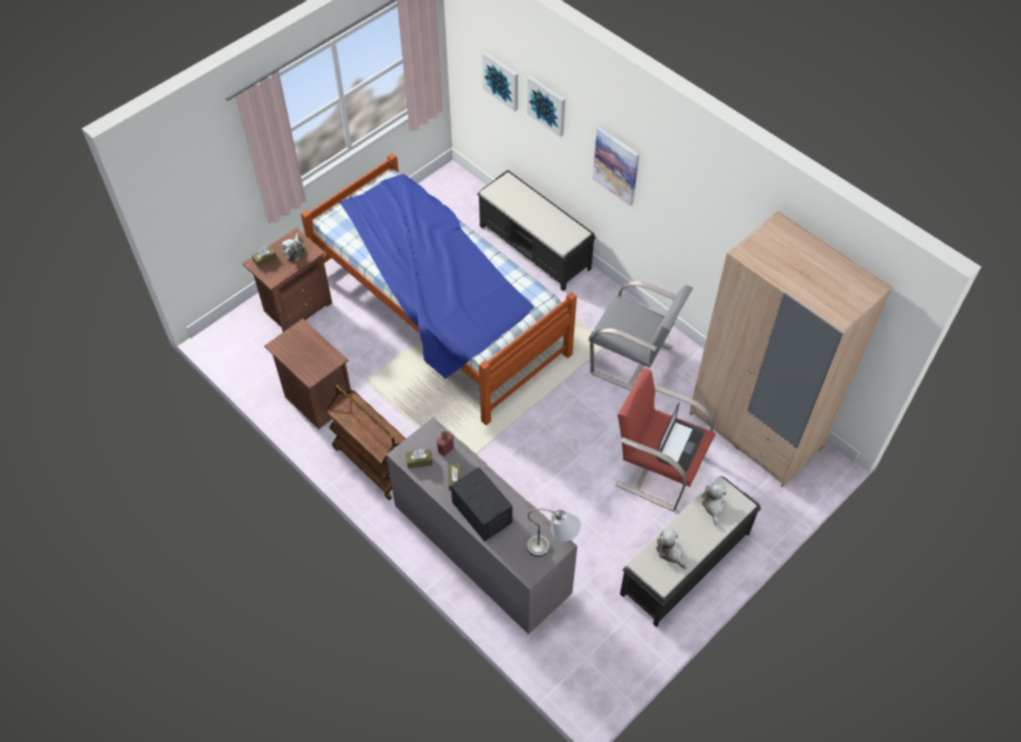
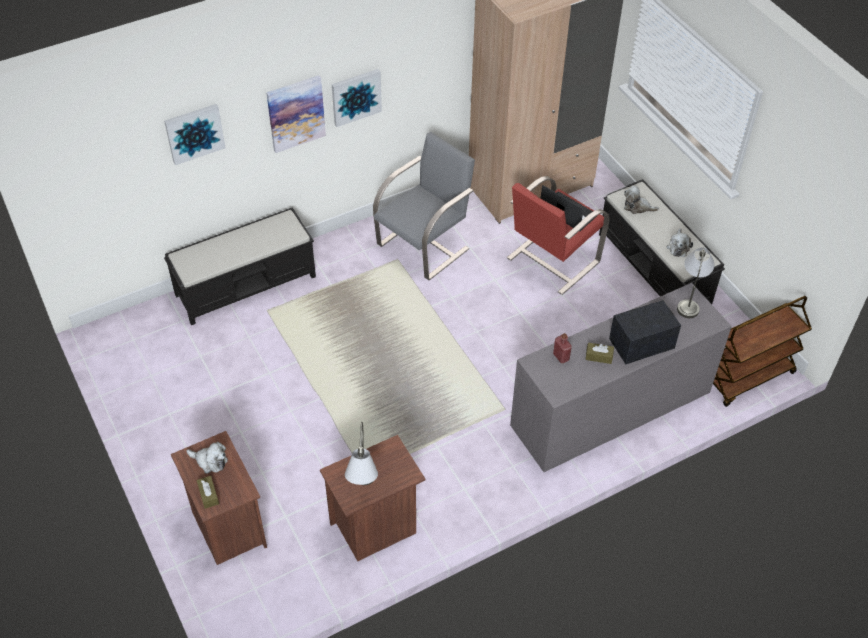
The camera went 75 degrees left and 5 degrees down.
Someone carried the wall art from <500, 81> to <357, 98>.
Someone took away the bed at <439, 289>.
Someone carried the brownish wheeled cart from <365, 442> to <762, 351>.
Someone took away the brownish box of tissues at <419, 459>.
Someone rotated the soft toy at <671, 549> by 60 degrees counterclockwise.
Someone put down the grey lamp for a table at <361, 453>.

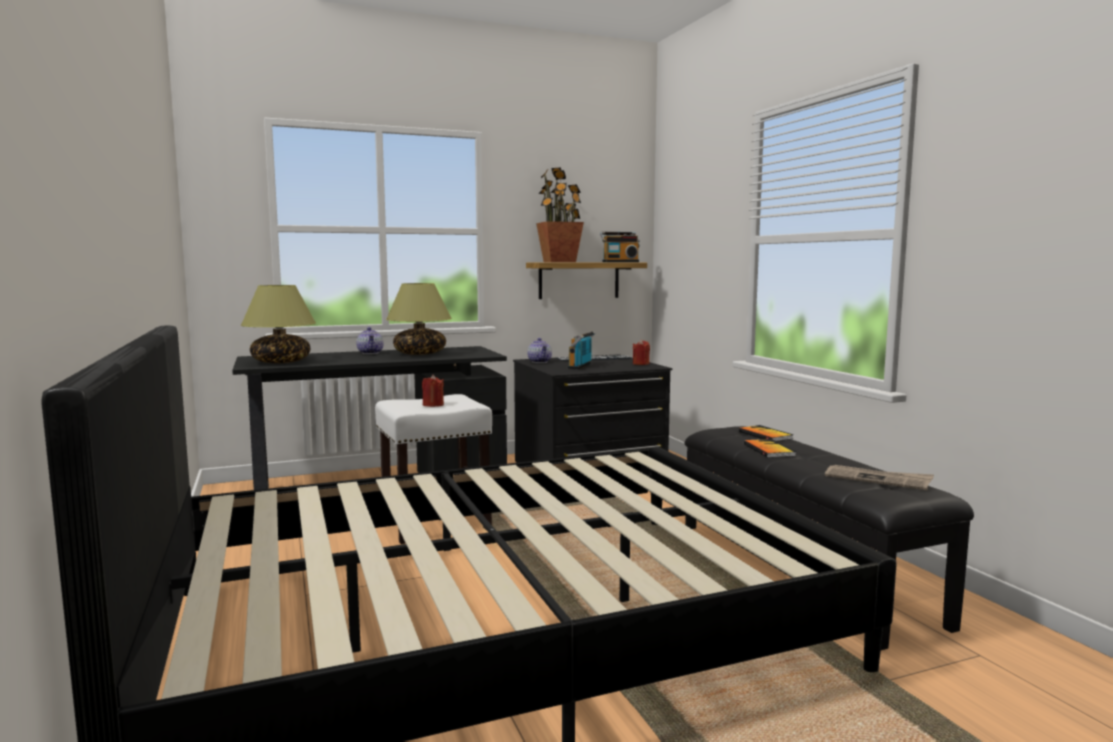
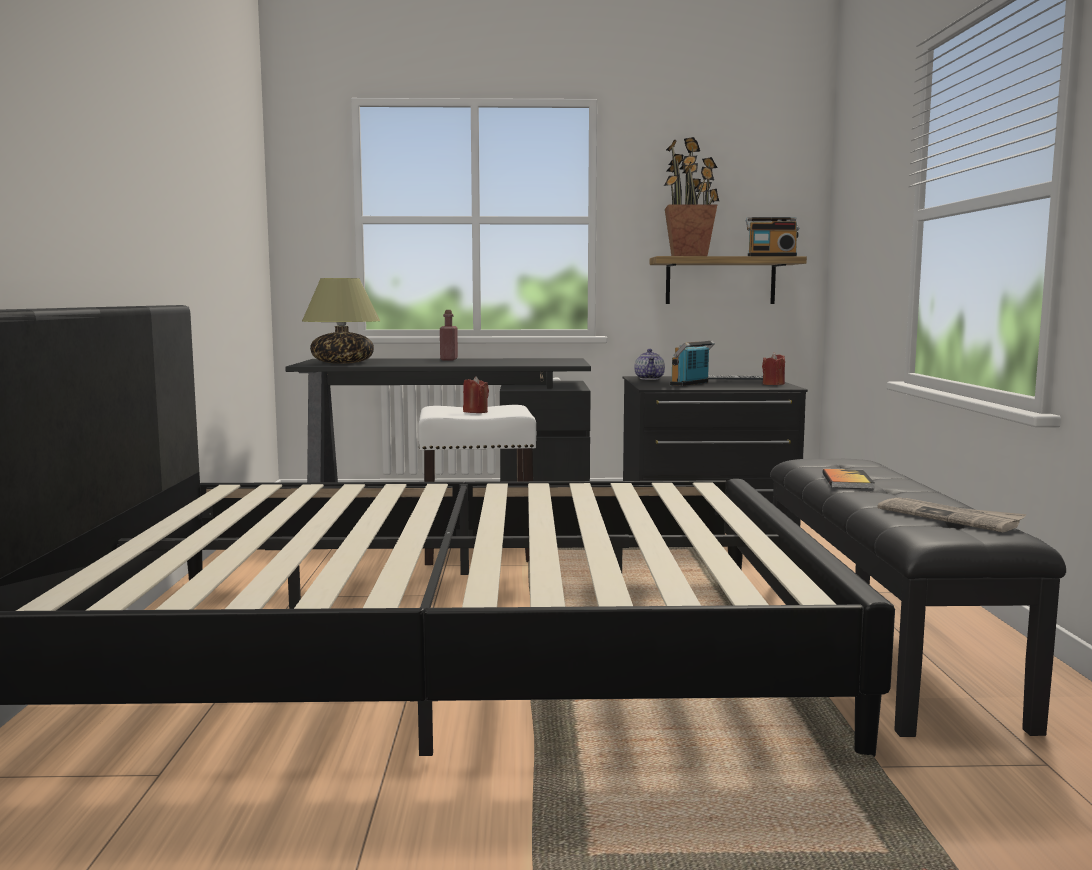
The camera went 20 degrees right and 0 degrees up.
Someone took away the lamp for a table at <419, 319>.
Someone swapped the tea pot at <369, 340> for the red-coloured beverage bottle at <449, 335>.
Someone took away the book at <766, 433>.

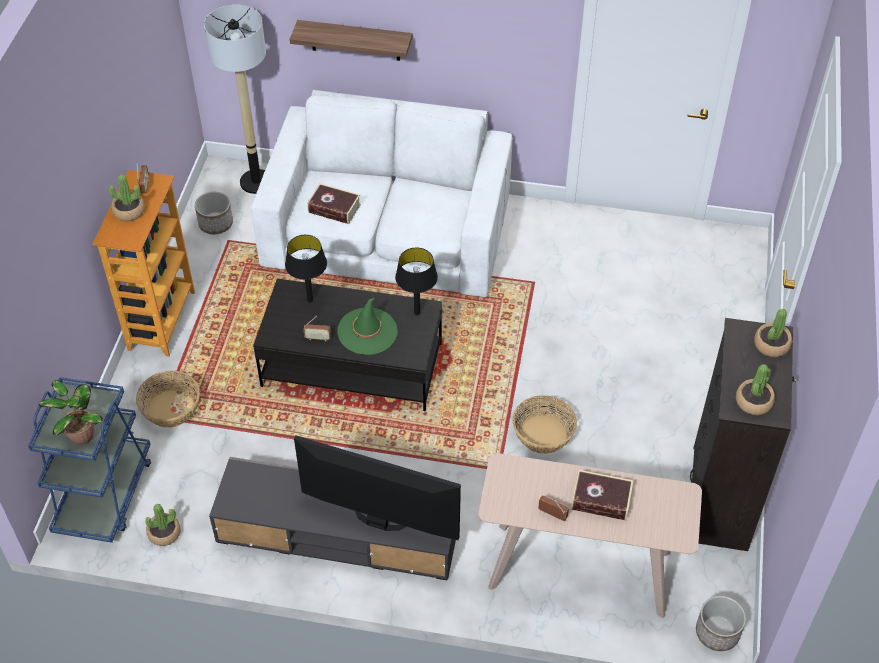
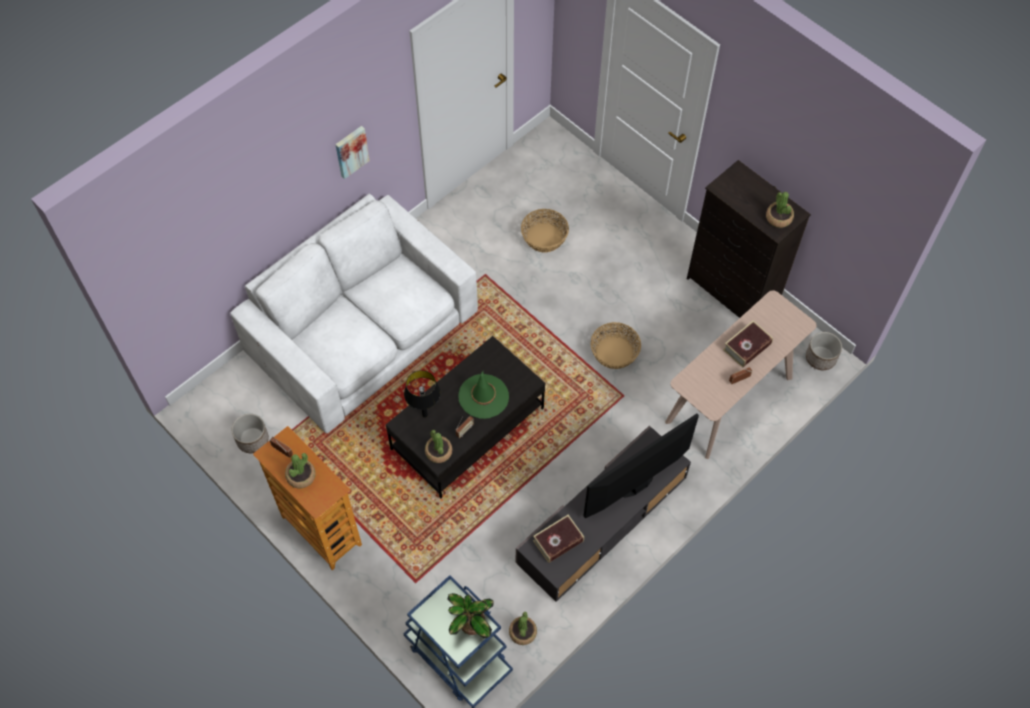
The camera went 55 degrees left and 10 degrees up.
Someone took away the standard lamp at <235, 99>.
Someone took away the shelf at <351, 40>.
Someone carried the book from <334, 203> to <558, 539>.
Someone took away the blackish lamp for a table at <416, 282>.
Someone carried the houseplant from <773, 333> to <438, 446>.
Someone carried the storage basket from <168, 399> to <545, 231>.
Someone put up the wall art at <352, 152>.

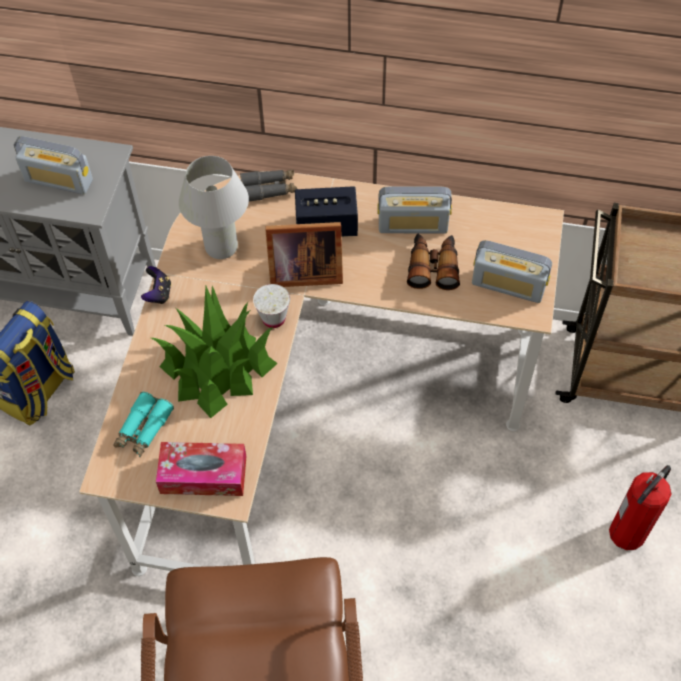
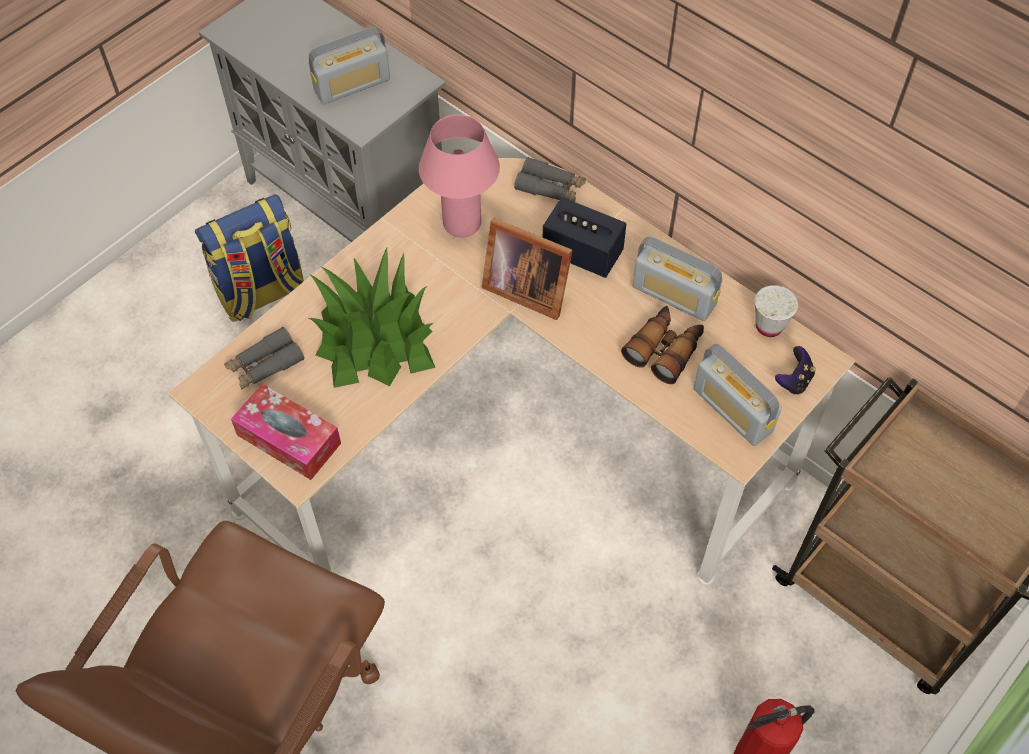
The camera went 30 degrees right and 0 degrees up.
Someone rotated the radio at <53, 165> by 75 degrees counterclockwise.
Someone repainted the white lamp for a table at <214, 207>, which became the pink-coloured lamp for a table at <459, 176>.
Someone carried the gamepad from <156, 285> to <795, 370>.
Someone carried the white small cup from <271, 306> to <776, 311>.
Someone repainted the turquoise-coloured pair of binoculars at <143, 424>, which became the grey pair of binoculars at <264, 358>.

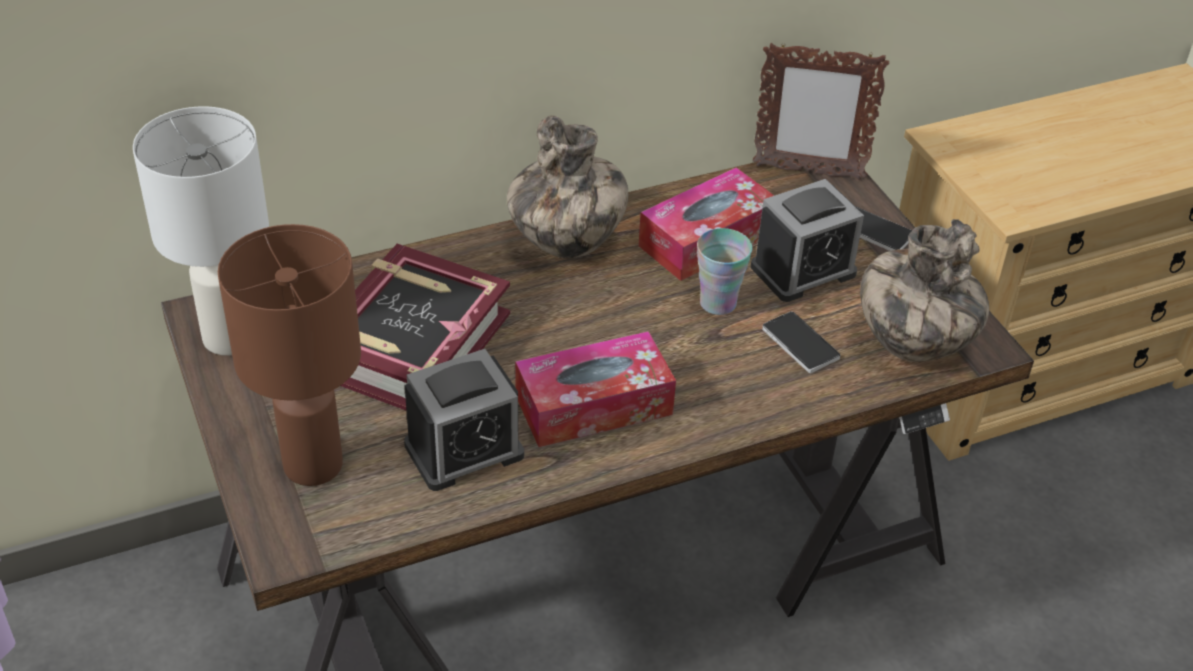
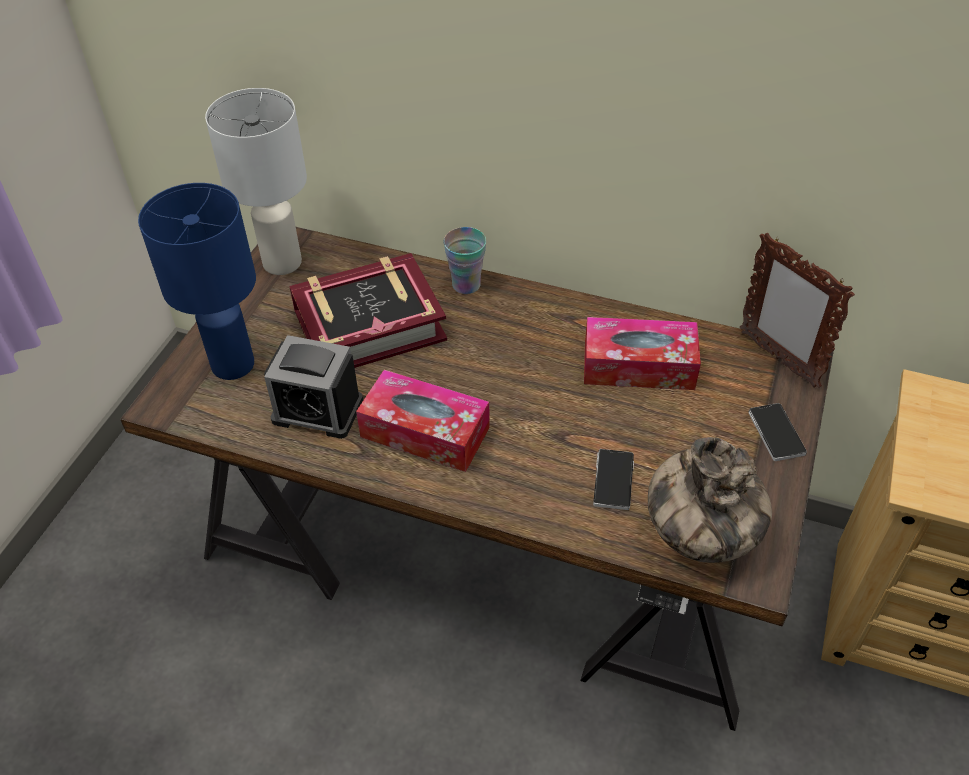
The camera went 45 degrees right and 5 degrees up.
Someone took away the vase at <567, 187>.
Someone took away the table clock at <807, 240>.
Someone repainted the brownish lamp for a table at <289, 355>, which became the blue lamp for a table at <197, 281>.
Someone carried the small cup from <724, 271> to <465, 260>.

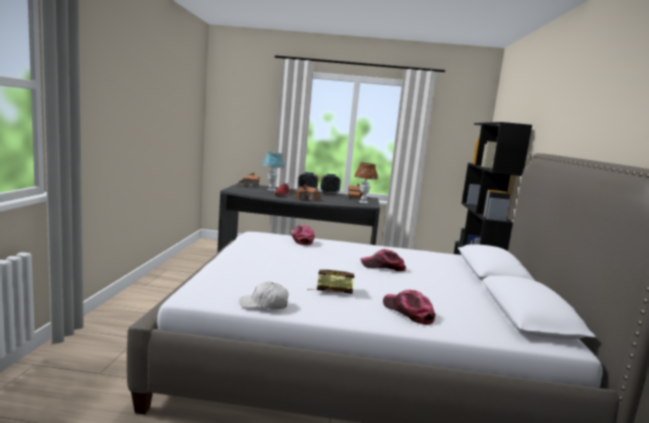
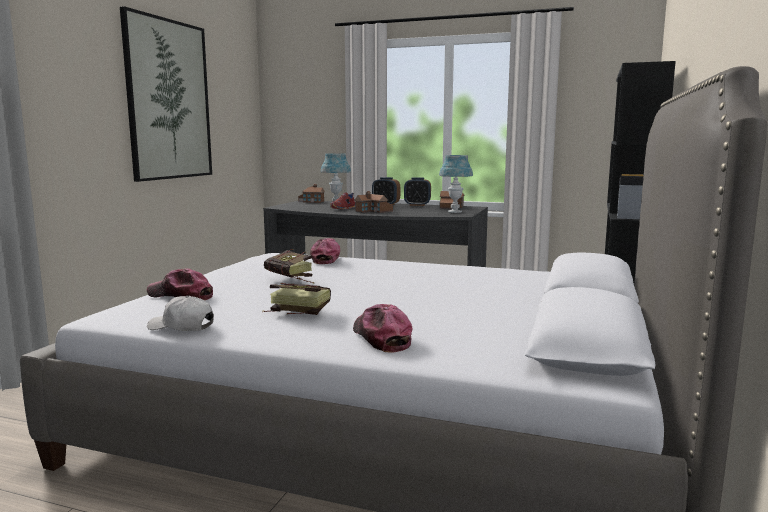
The camera went 15 degrees right and 0 degrees up.
Someone repainted the brownish lamp for a table at <366, 183>, which became the blue lamp for a table at <456, 184>.
Someone carried the cap from <383, 260> to <180, 284>.
Someone put up the wall art at <166, 94>.
Someone put down the book at <289, 266>.

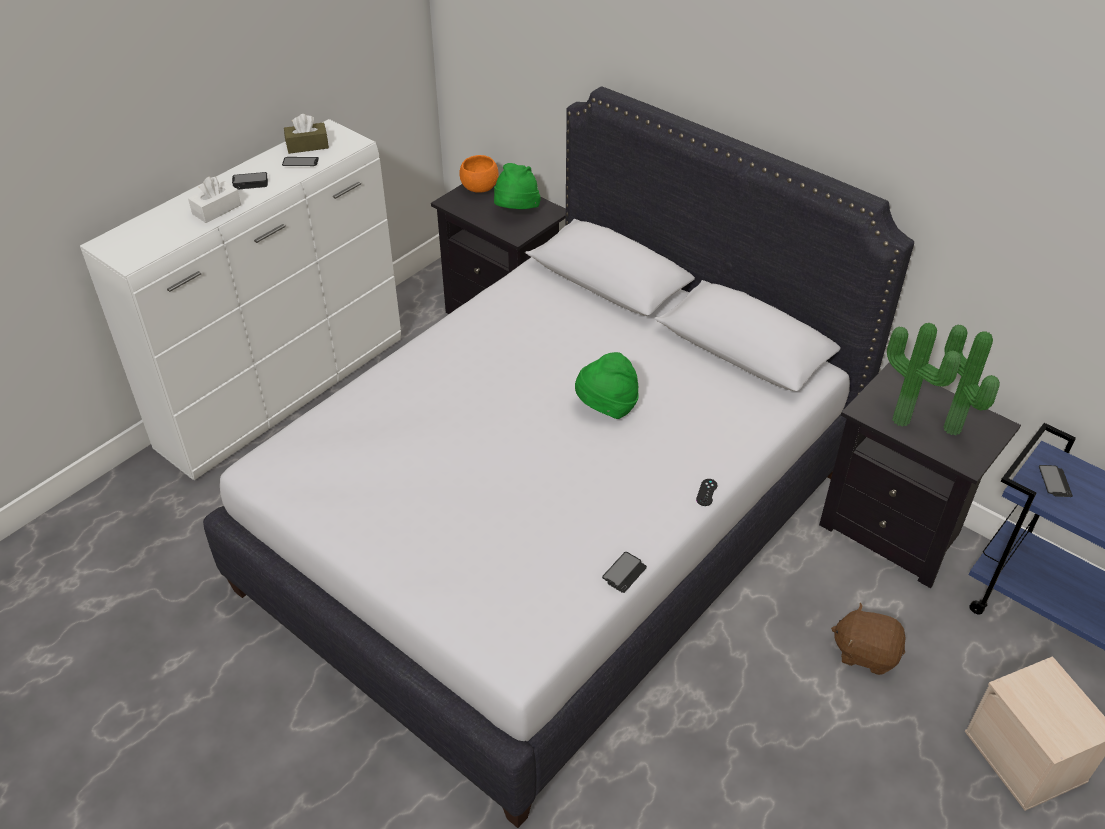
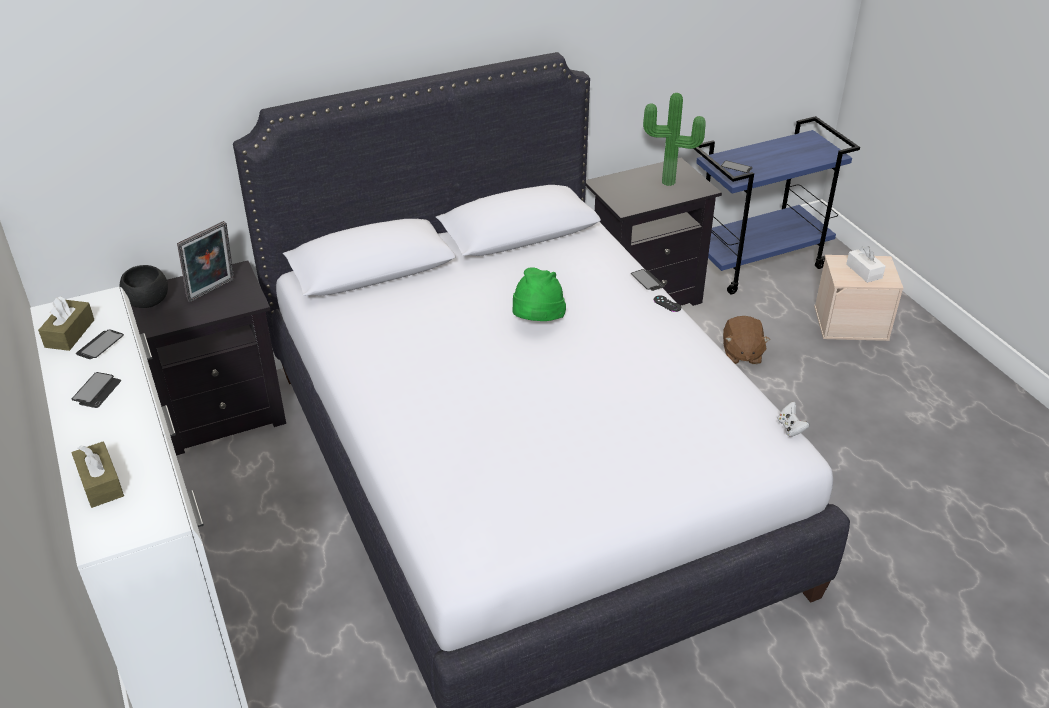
The camera went 65 degrees left and 5 degrees down.
Someone repainted the orange-coloured bowl at <478, 174>, which became the blackish bowl at <144, 286>.
Someone swapped the green wearable hat at <517, 186> for the picture frame at <205, 261>.
Someone carried the white box of tissues from <214, 200> to <866, 264>.
Someone took away the houseplant at <924, 375>.
Someone carried the telephone from <624, 572> to <648, 280>.
Someone rotated the brownish soft toy at <868, 638> by 45 degrees counterclockwise.
Someone put down the white gamepad at <794, 419>.
Someone put down the brownish box of tissues at <97, 474>.

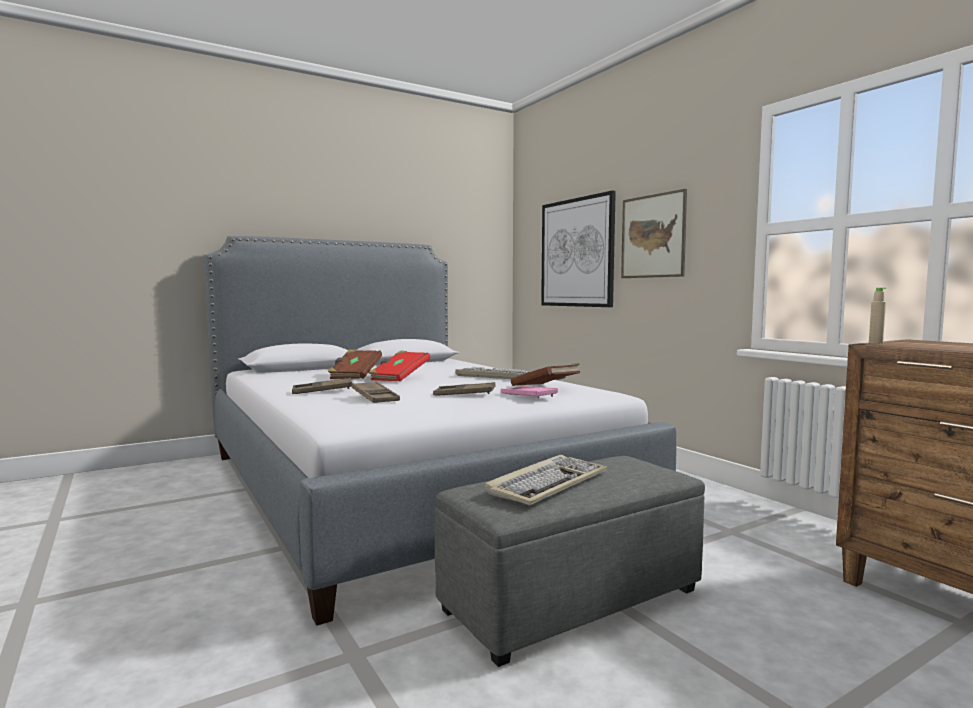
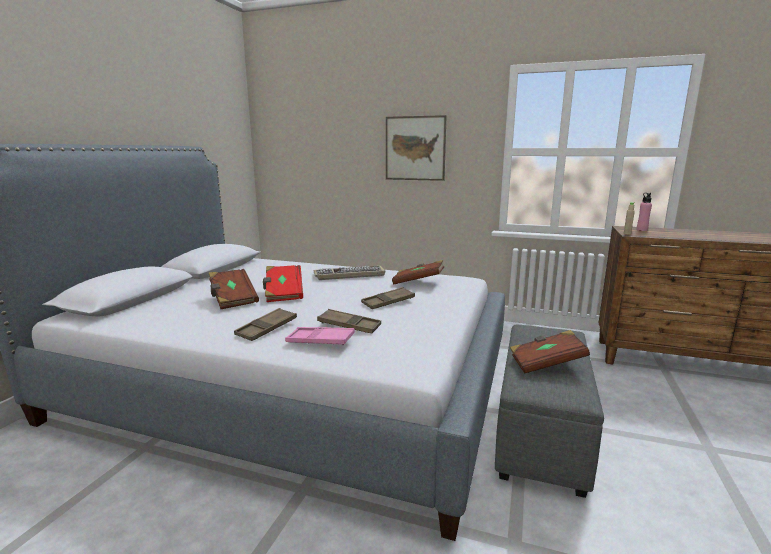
The camera went 40 degrees left and 10 degrees up.
Someone took away the wall art at <578, 249>.
Someone carried the pink-coloured tray from <529, 392> to <320, 336>.
Someone swapped the computer keyboard at <545, 480> for the brownish book at <550, 352>.
Someone put down the pink-coloured beverage bottle at <644, 212>.

